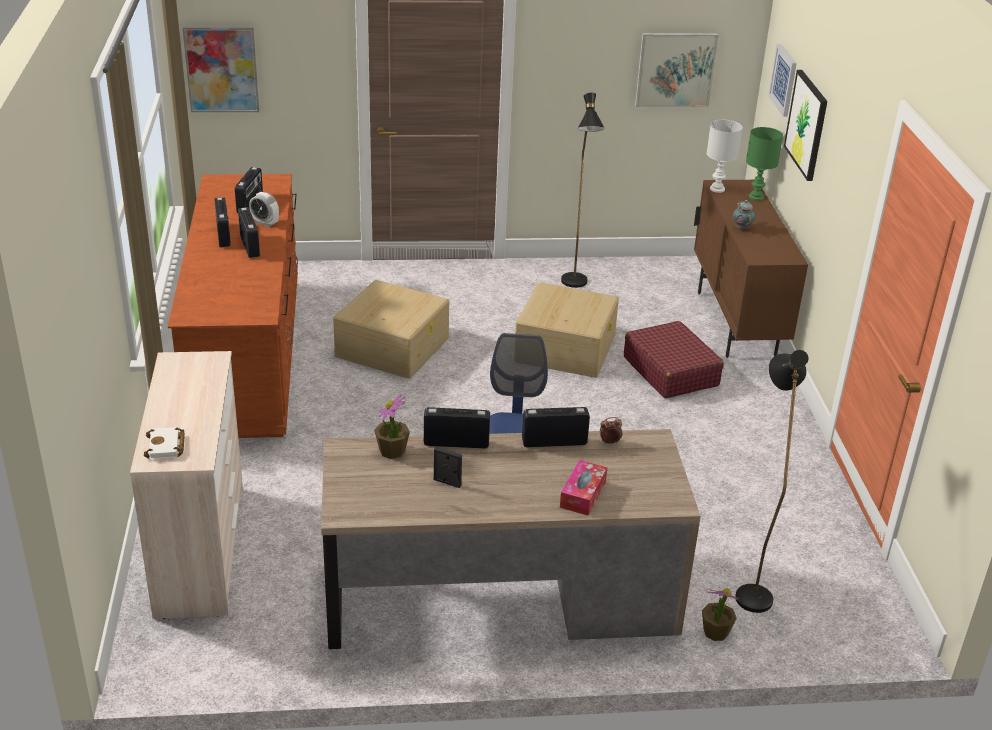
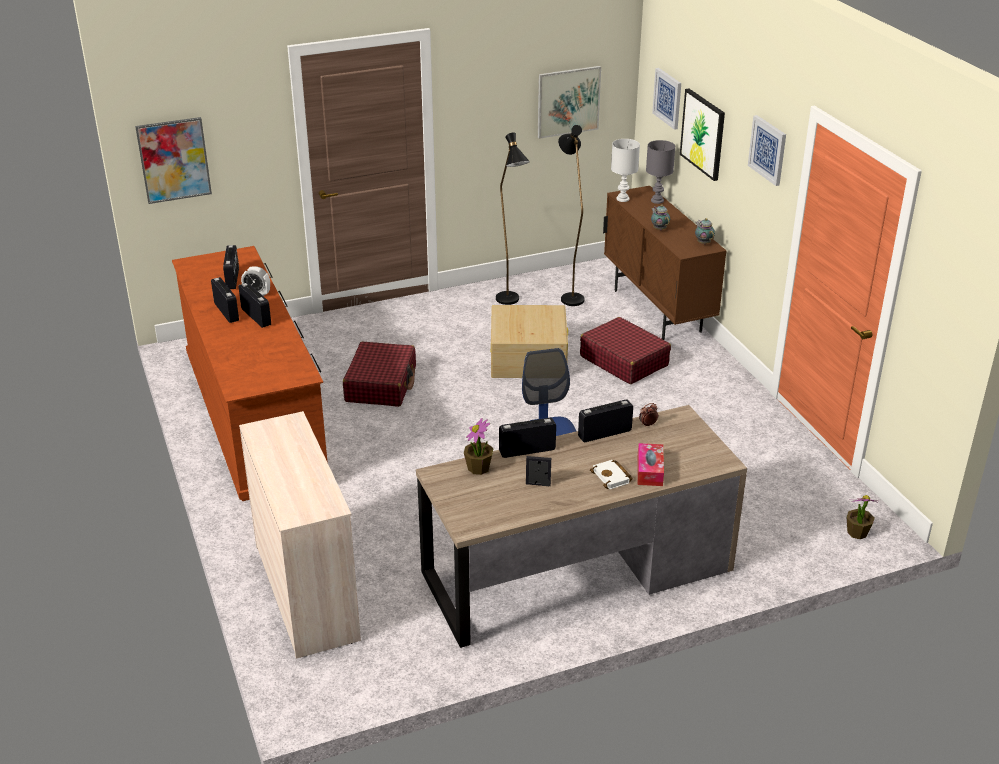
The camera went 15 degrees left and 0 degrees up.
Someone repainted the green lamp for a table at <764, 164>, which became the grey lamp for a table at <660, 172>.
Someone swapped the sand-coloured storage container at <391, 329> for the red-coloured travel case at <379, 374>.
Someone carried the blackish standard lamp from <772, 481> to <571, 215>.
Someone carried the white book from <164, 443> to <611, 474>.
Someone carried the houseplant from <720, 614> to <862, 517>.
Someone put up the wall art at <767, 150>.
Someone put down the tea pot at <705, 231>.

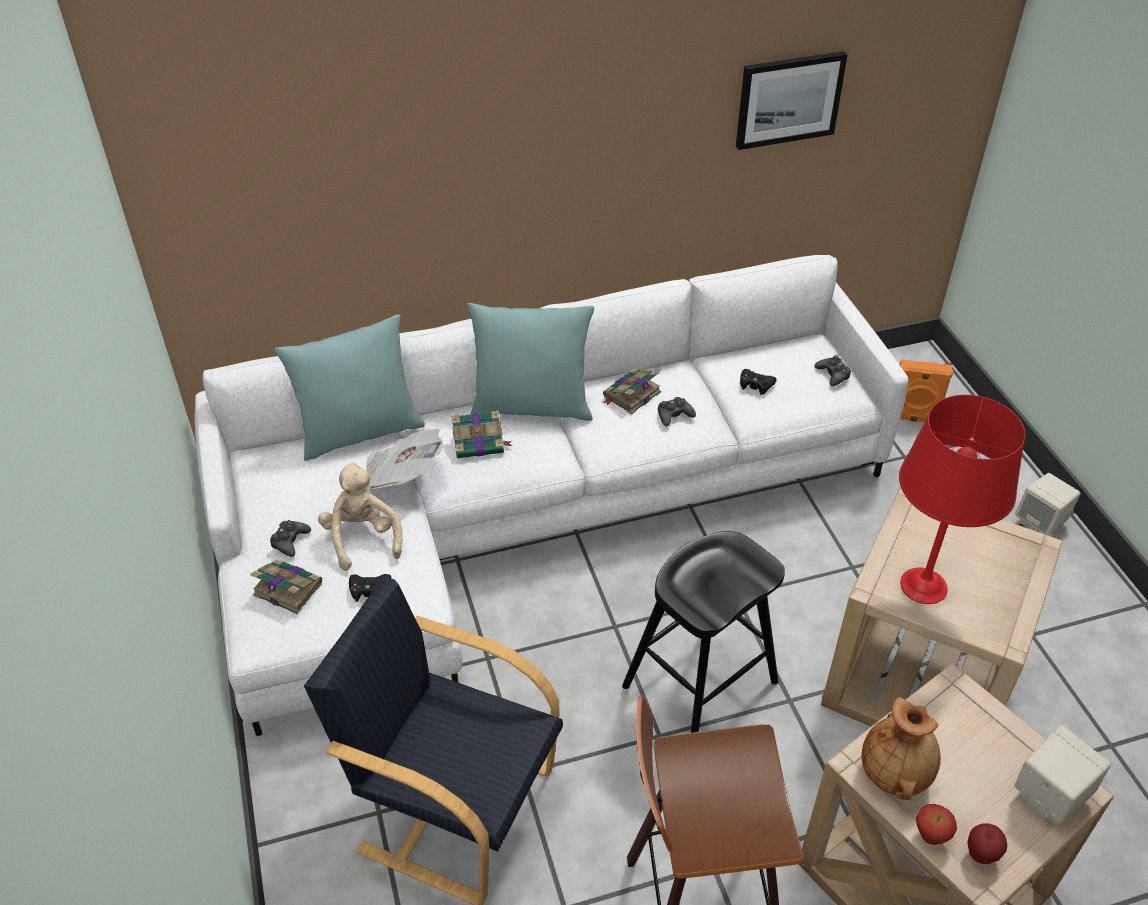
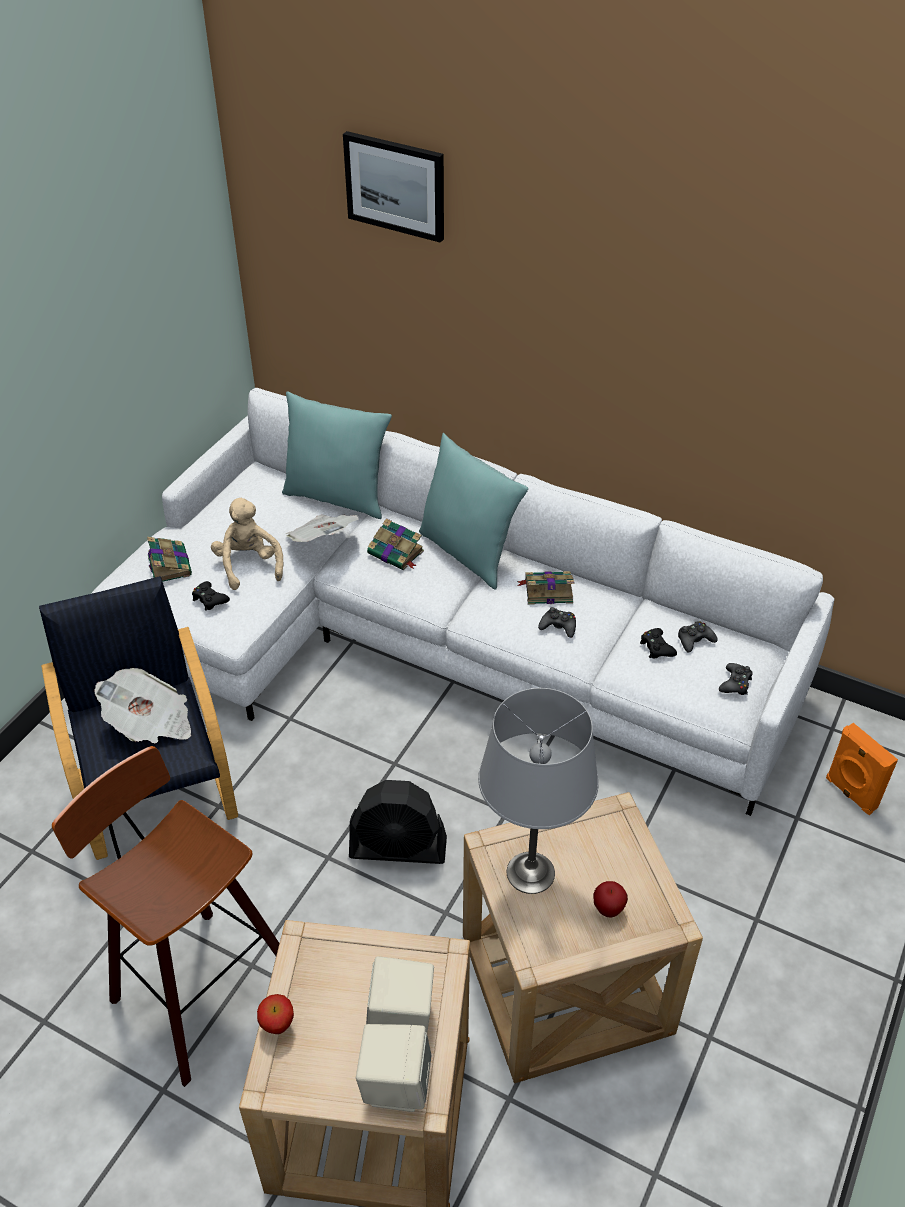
The camera went 45 degrees right and 0 degrees up.
Someone carried the wall art from <792, 100> to <393, 187>.
Someone repainted the red-coloured lamp for a table at <962, 499>, which became the grey lamp for a table at <538, 791>.
Someone rotated the sand-coloured soft toy at <360, 517> by 45 degrees counterclockwise.
Someone carried the sand-coloured audio speaker from <1048, 504> to <400, 994>.
Someone carried the blackish gamepad from <290, 538> to <698, 637>.
Someone swapped the blackish stool at <703, 632> for the blackish electric fan at <398, 822>.
Someone took away the brownish vase at <901, 748>.
Someone carried the apple from <987, 843> to <610, 899>.
Someone put down the printed paper at <142, 705>.

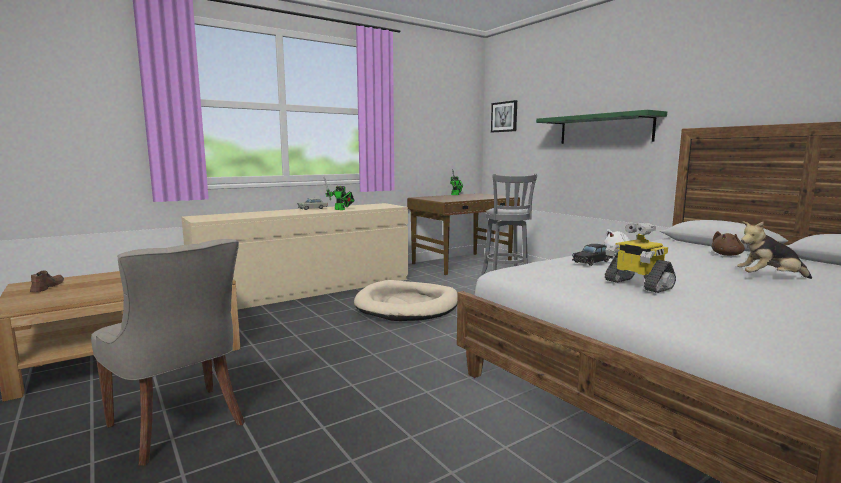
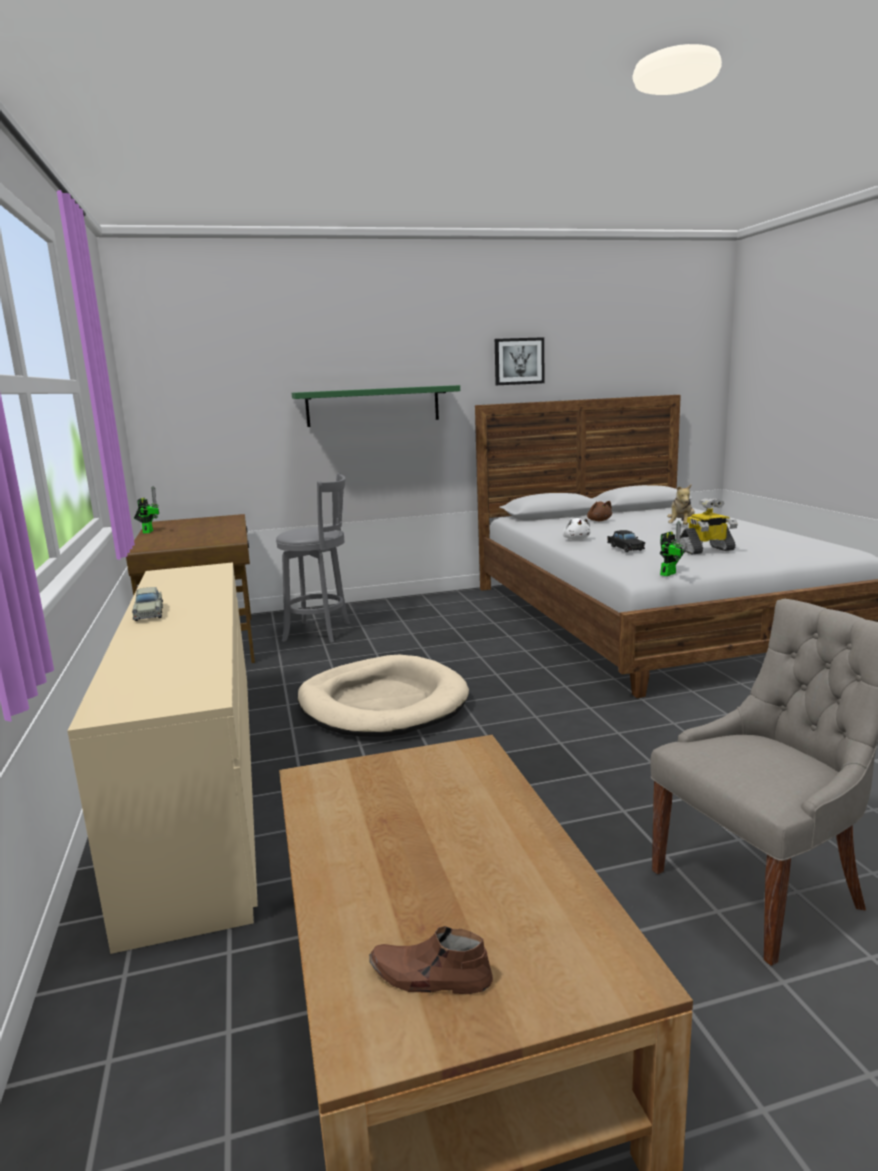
The camera went 70 degrees left and 5 degrees up.
Someone carried the wall art from <504, 116> to <519, 361>.
Someone carried the toy robot from <339, 193> to <672, 548>.

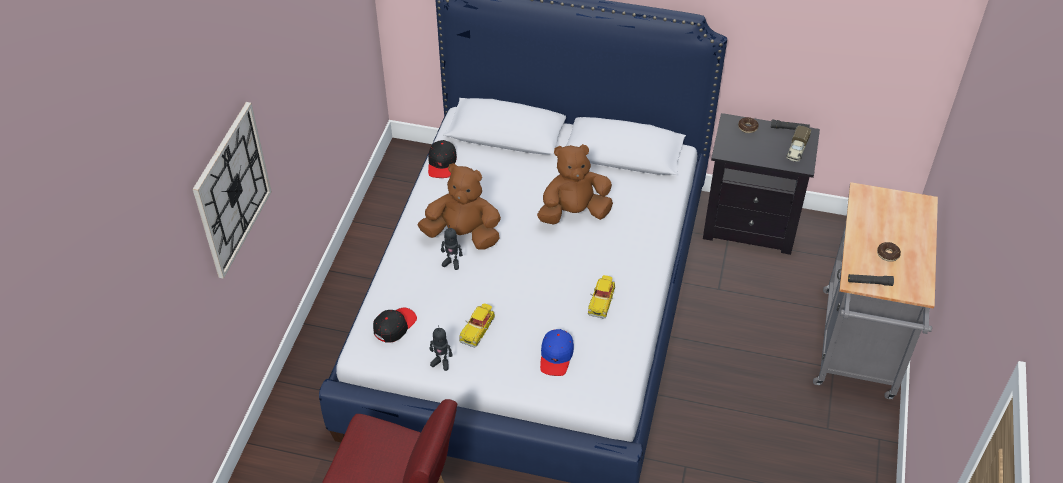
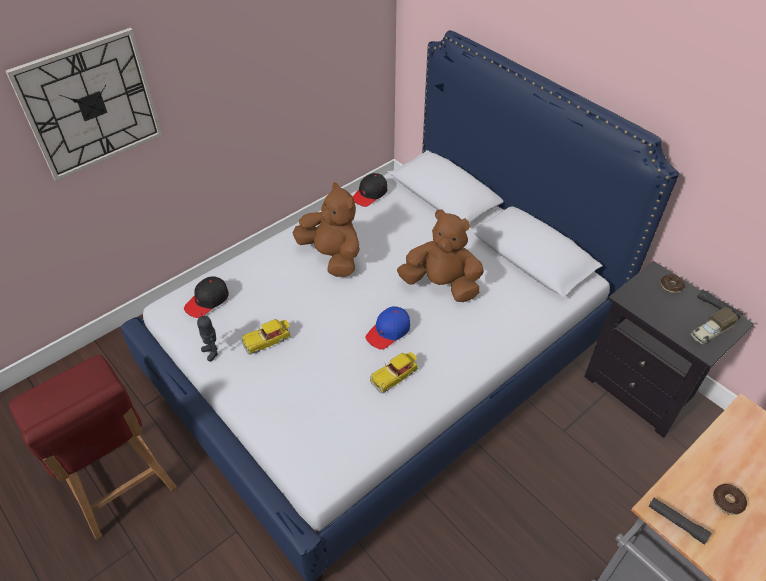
The camera went 35 degrees right and 0 degrees up.
Someone took away the toy robot at <452, 247>.
Someone rotated the blackish cap at <395, 325> by 150 degrees clockwise.
Someone carried the blue cap from <557, 352> to <388, 328>.

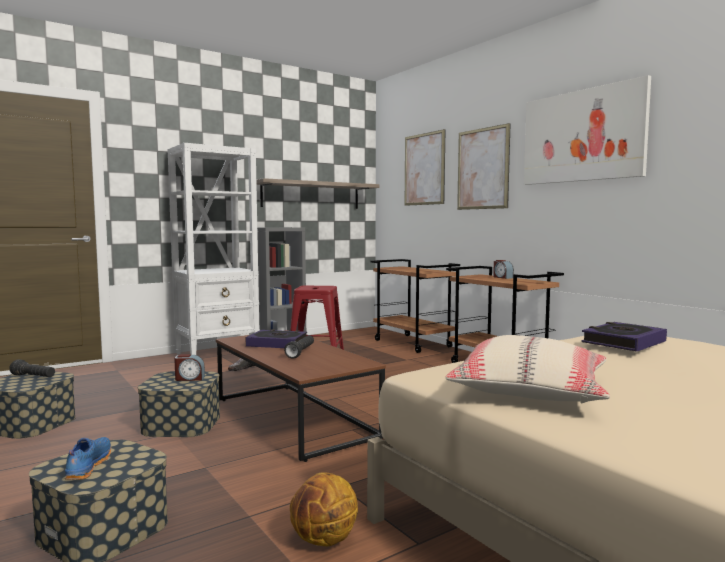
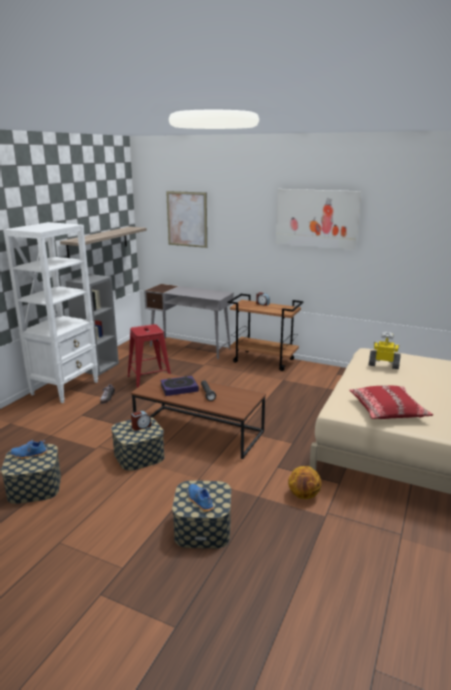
The camera went 30 degrees left and 15 degrees up.
Someone took away the wall art at <484, 166>.
Someone swapped the brownish wheeled cart at <415, 306> for the grey desk unit at <189, 321>.
Someone swapped the book at <624, 337> for the toy robot at <385, 350>.
Someone repainted the sand-coloured pillow at <527, 369>, which became the red-coloured pillow at <391, 402>.
Someone swapped the blackish torch at <32, 368> for the blue shoe at <28, 449>.

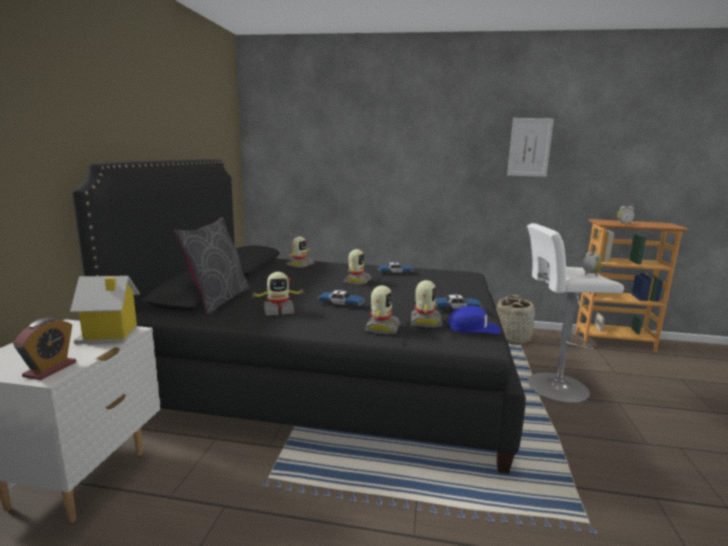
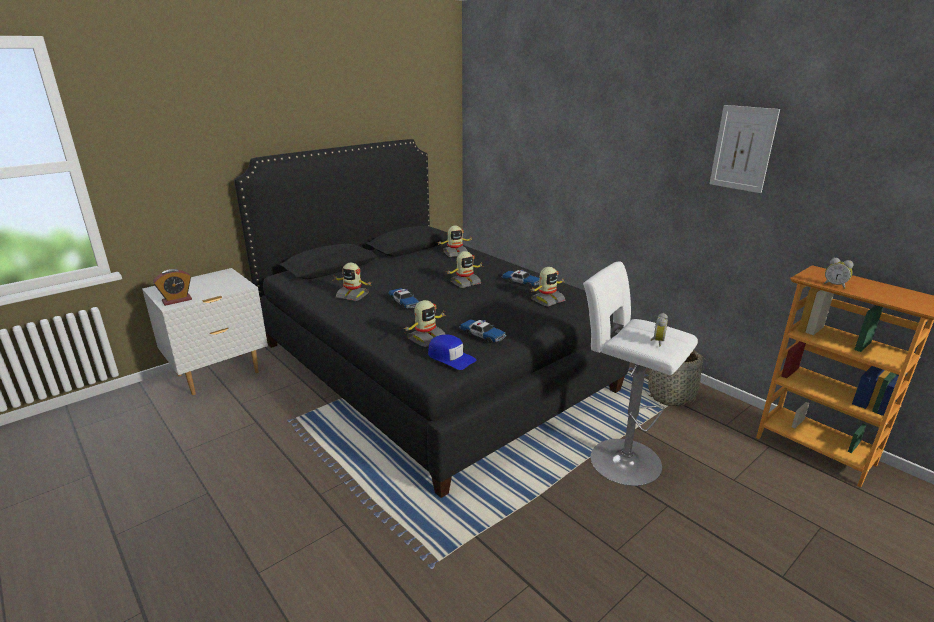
The camera went 40 degrees right and 10 degrees up.
Someone took away the grey pillow at <211, 266>.
Someone took away the model house at <105, 310>.
Someone carried the toy robot from <382, 310> to <547, 286>.

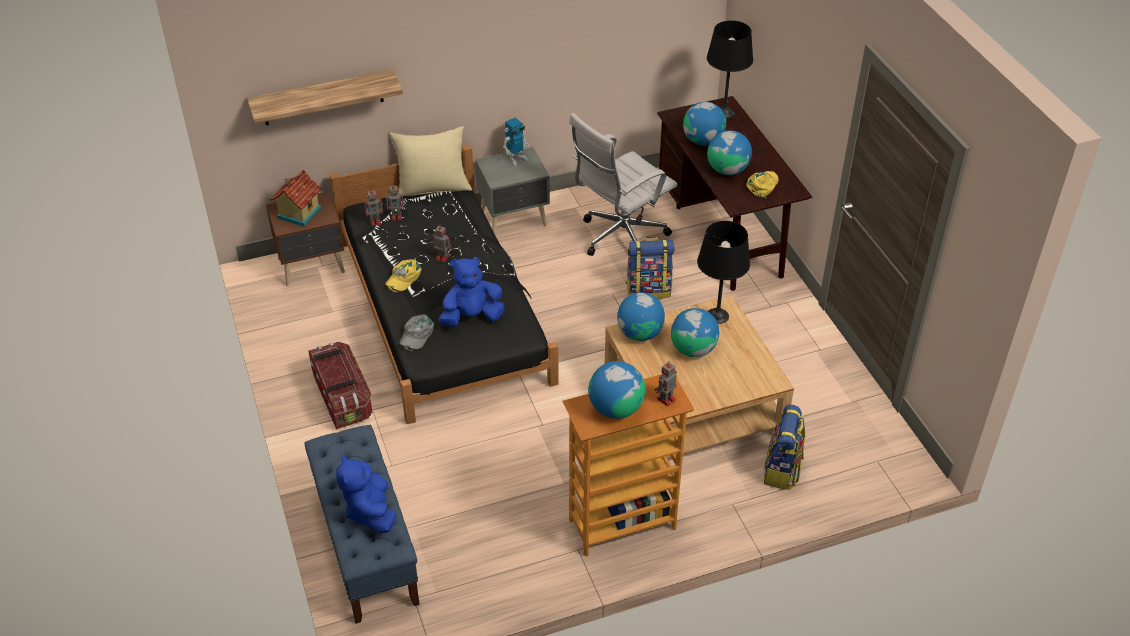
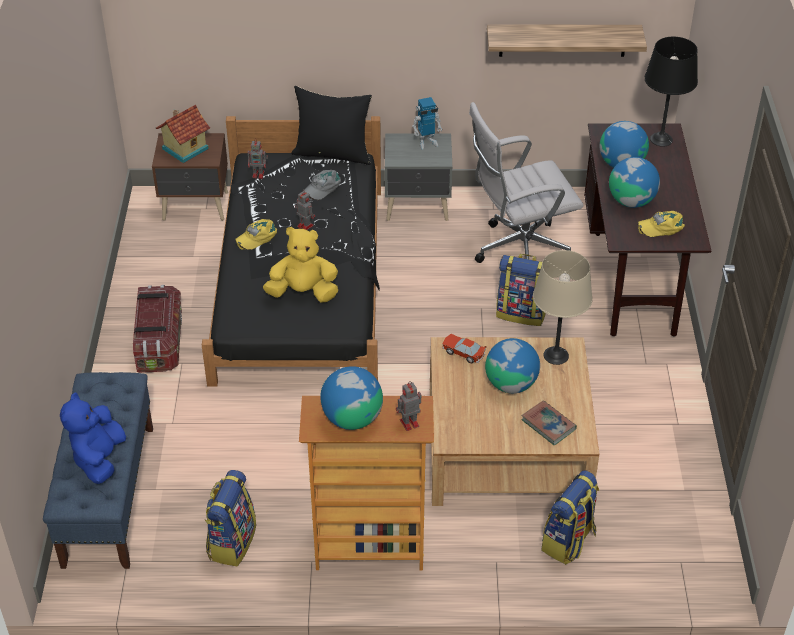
The camera went 20 degrees right and 0 degrees up.
Someone carried the shelf from <325, 97> to <567, 41>.
Someone repainted the sand-coloured pillow at <430, 161>, which became the blackish pillow at <331, 125>.
Someone rotated the yellowish cap at <762, 185> by 150 degrees counterclockwise.
Someone took away the toy robot at <395, 203>.
Someone repainted the blackish lamp for a table at <723, 272>, which became the sand-coloured lamp for a table at <563, 307>.
Someone repainted the blue soft toy at <472, 292>, which became the yellowish soft toy at <300, 265>.
Someone swapped the world globe at <641, 316> for the model car at <464, 348>.
Someone carried the grey cap from <416, 333> to <322, 185>.
Someone put down the book at <549, 423>.
Someone put down the knapsack at <230, 518>.

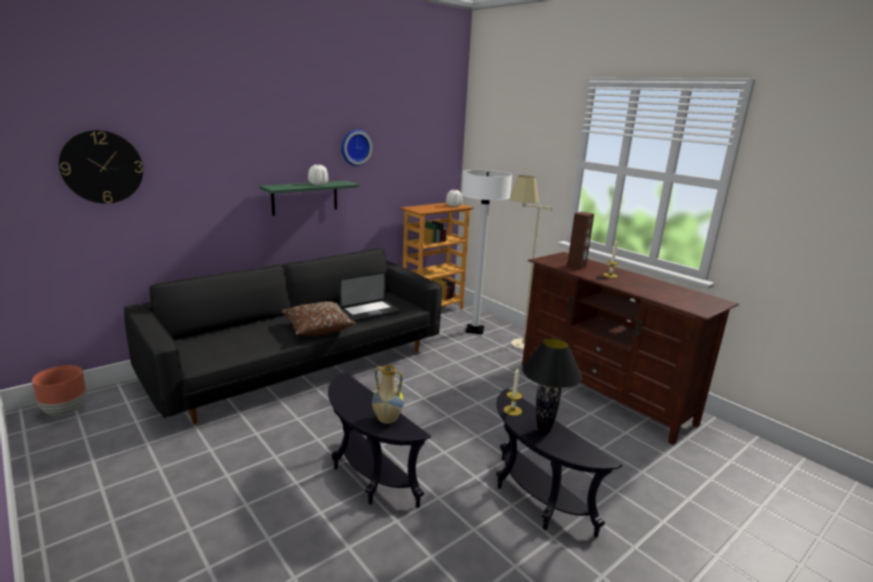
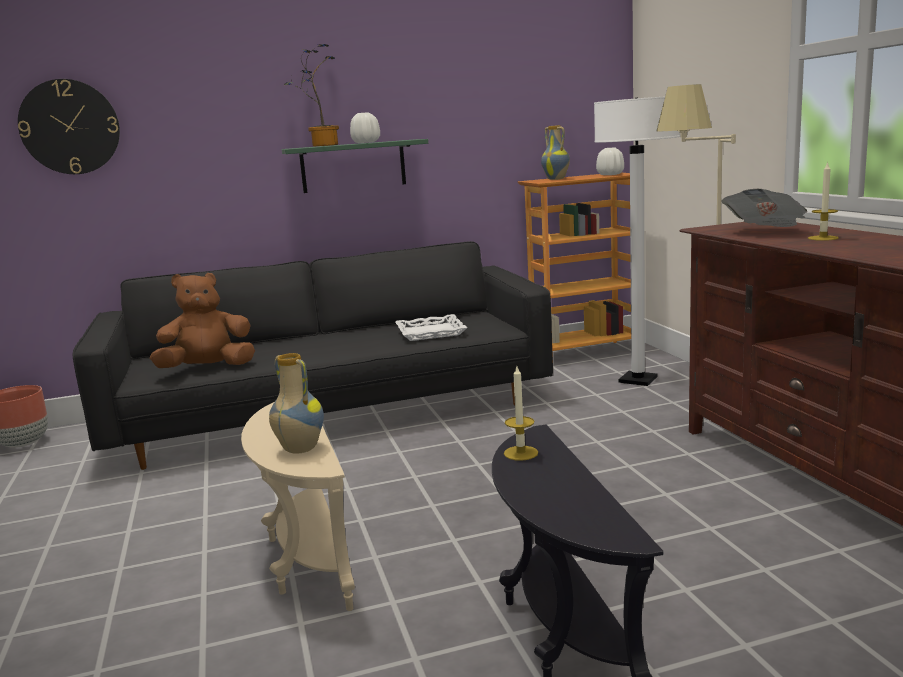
The camera went 25 degrees right and 5 degrees down.
Someone took away the hanging clock at <356, 147>.
Someone swapped the brownish audio speaker at <580, 241> for the printed paper at <764, 208>.
Someone swapped the laptop at <369, 297> for the white tray at <431, 327>.
Someone took away the brownish pillow at <318, 319>.
Someone took away the blackish lamp for a table at <552, 386>.
Someone repainted the blackish end table at <379, 440>, which became the sand-coloured end table at <298, 506>.
Someone put down the houseplant at <311, 95>.
Someone put down the vase at <555, 152>.
Someone put down the brownish soft toy at <202, 320>.

